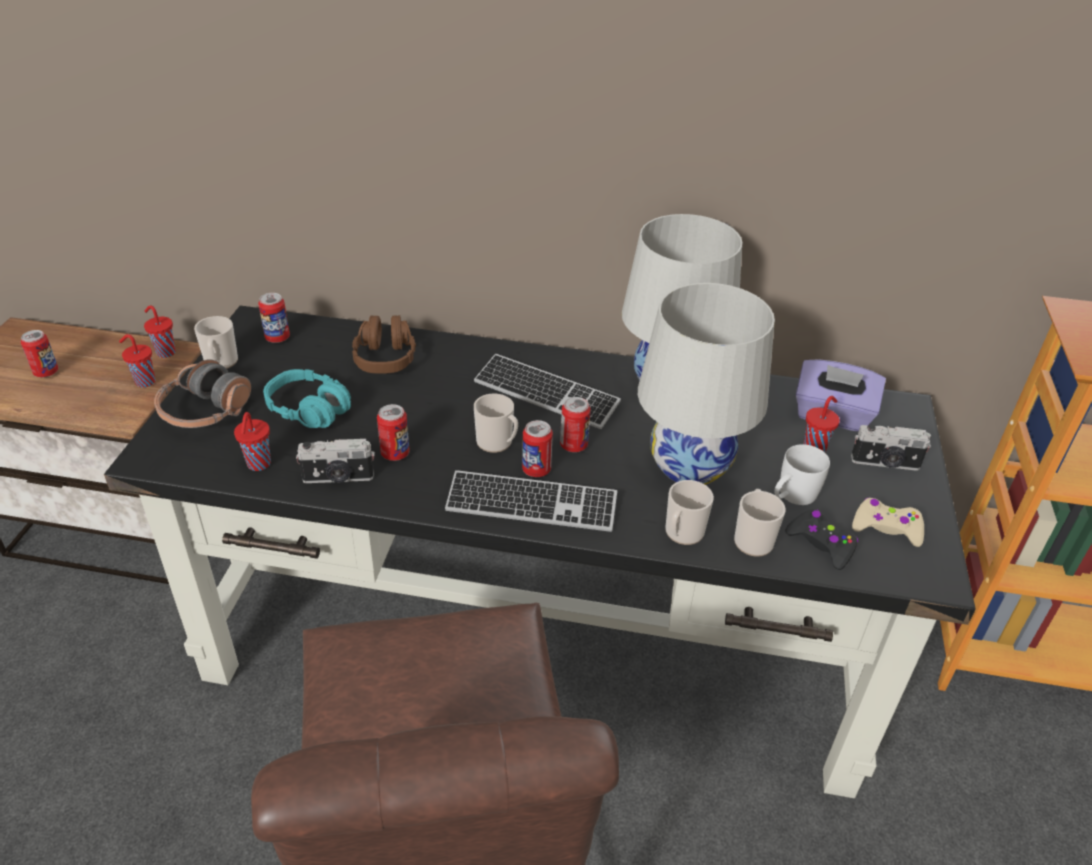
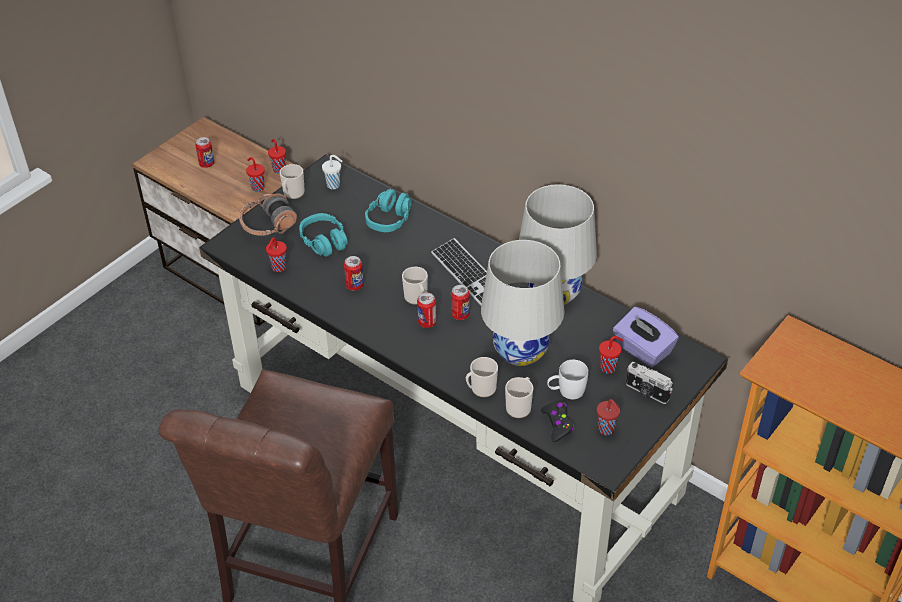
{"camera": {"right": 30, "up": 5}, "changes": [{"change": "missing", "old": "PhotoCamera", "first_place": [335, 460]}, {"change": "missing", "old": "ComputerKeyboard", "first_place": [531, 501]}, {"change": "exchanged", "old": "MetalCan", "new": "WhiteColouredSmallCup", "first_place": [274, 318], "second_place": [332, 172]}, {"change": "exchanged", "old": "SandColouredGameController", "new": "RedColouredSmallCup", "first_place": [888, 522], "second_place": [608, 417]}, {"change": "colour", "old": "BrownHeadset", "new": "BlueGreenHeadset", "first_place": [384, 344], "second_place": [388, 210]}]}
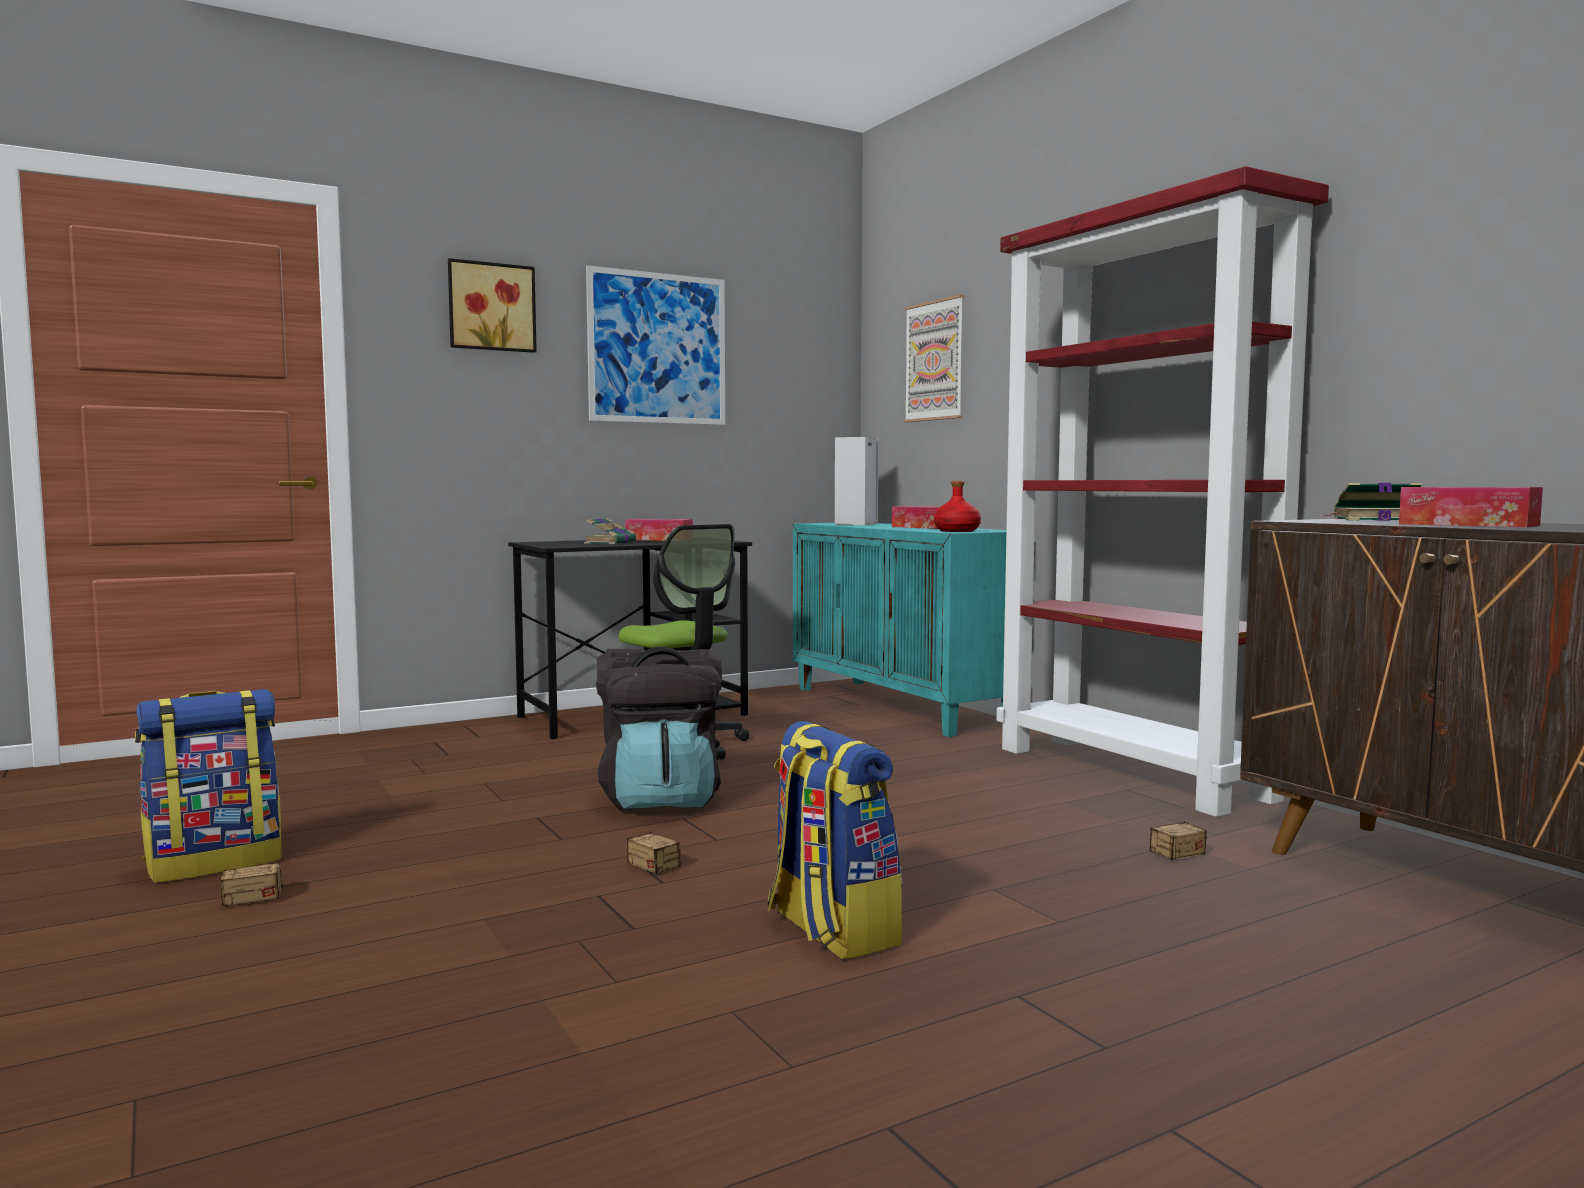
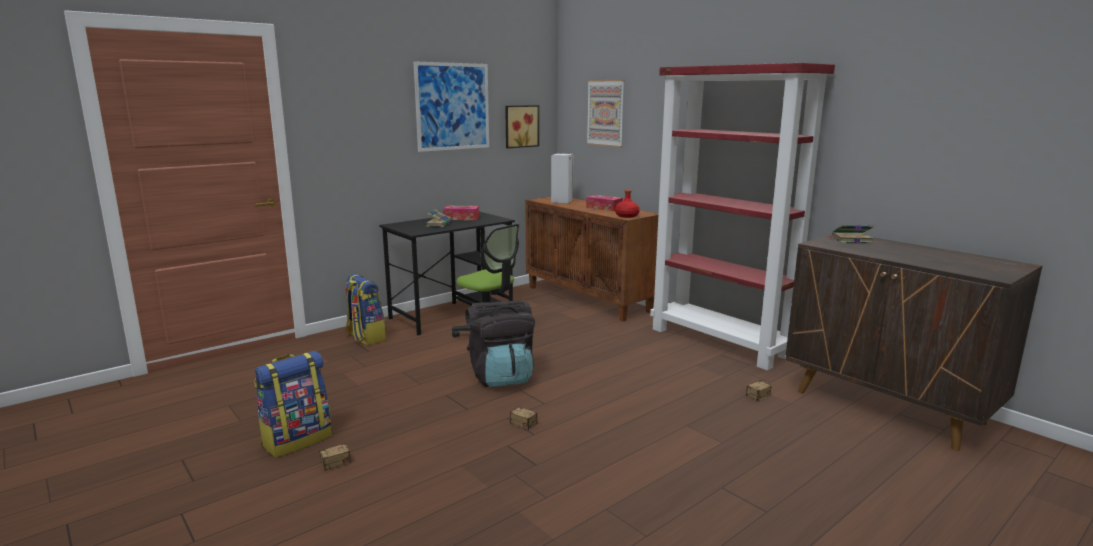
{"camera": {"right": -10, "up": 10}, "changes": [{"change": "missing", "old": "TissueBox", "first_place": [1471, 507]}, {"change": "relocated", "old": "WallPicture", "first_place": [492, 305], "second_place": [522, 126]}, {"change": "relocated", "old": "Backpack", "first_place": [834, 840], "second_place": [365, 309]}, {"change": "colour", "old": "BlueGreenStorageCabinet", "new": "BrownStorageCabinet", "first_place": [899, 630], "second_place": [592, 259]}]}
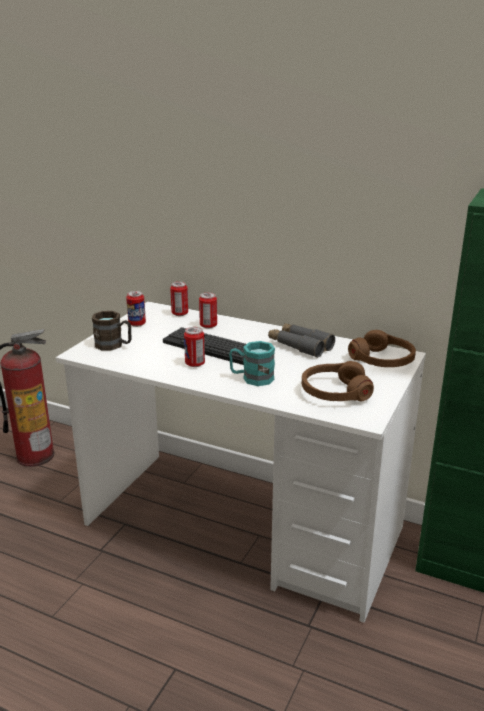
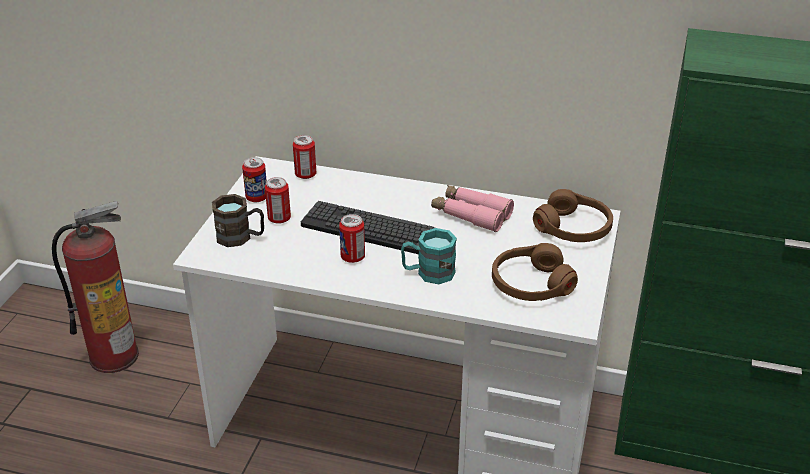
{"camera": {"right": -10, "up": 10}, "changes": [{"change": "relocated", "old": "MetalCan", "first_place": [208, 311], "second_place": [278, 200]}, {"change": "colour", "old": "GrayBinoculars", "new": "PinkishBinoculars", "first_place": [301, 340], "second_place": [472, 208]}]}
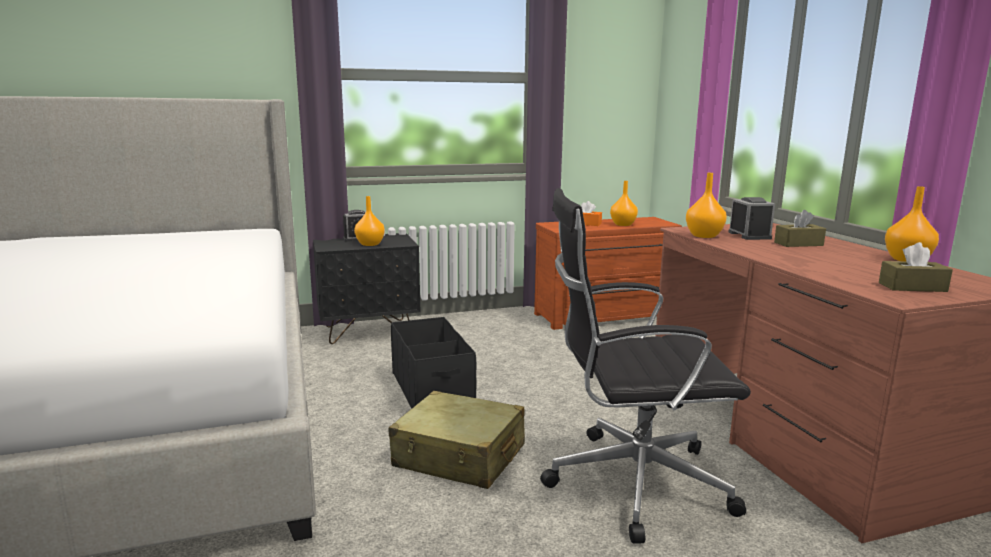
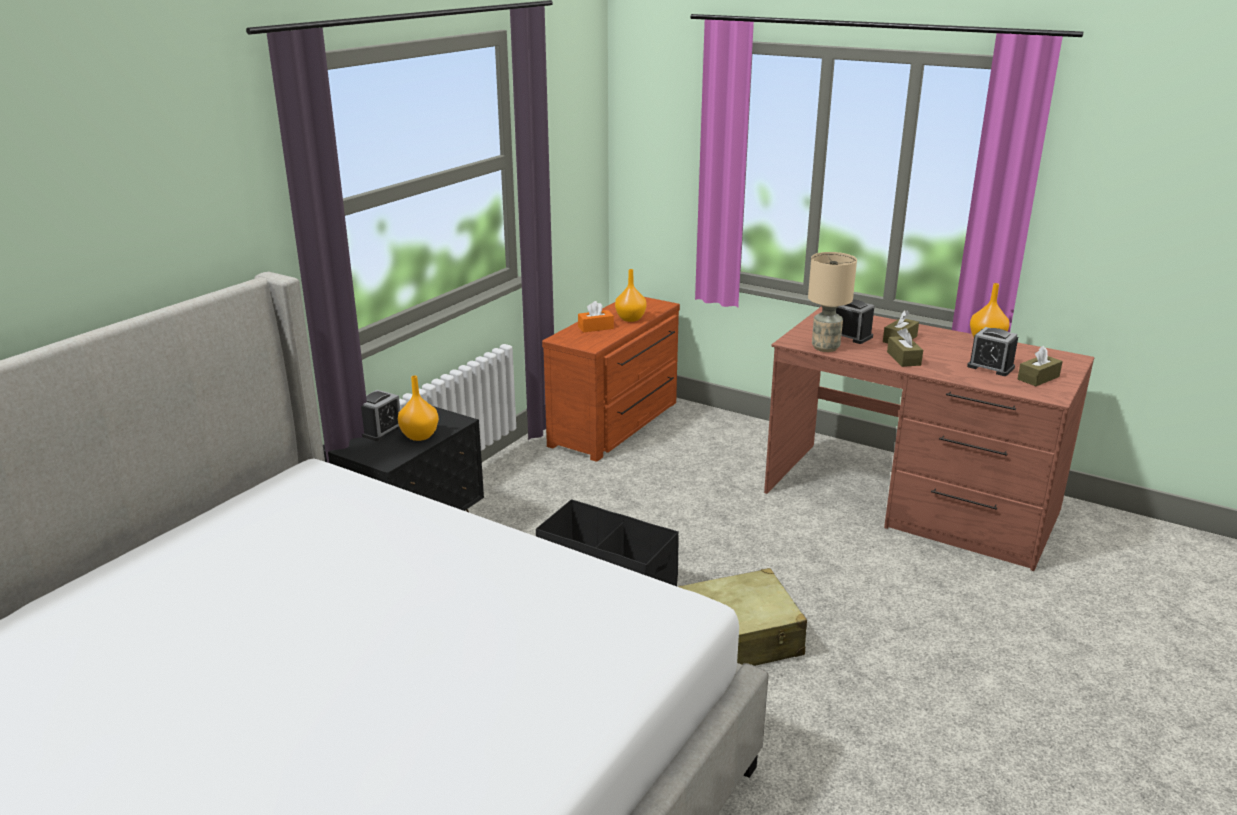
{"camera": {"right": -40, "up": 10}, "changes": [{"change": "missing", "old": "BlackDeskChair", "first_place": [645, 366]}, {"change": "appeared", "new": "BrownTissueBox", "second_place": [905, 347]}, {"change": "appeared", "new": "BedsideClock", "second_place": [992, 351]}, {"change": "exchanged", "old": "OrangeDecorativeVase", "new": "SandColouredTableLamp", "first_place": [706, 205], "second_place": [832, 302]}]}
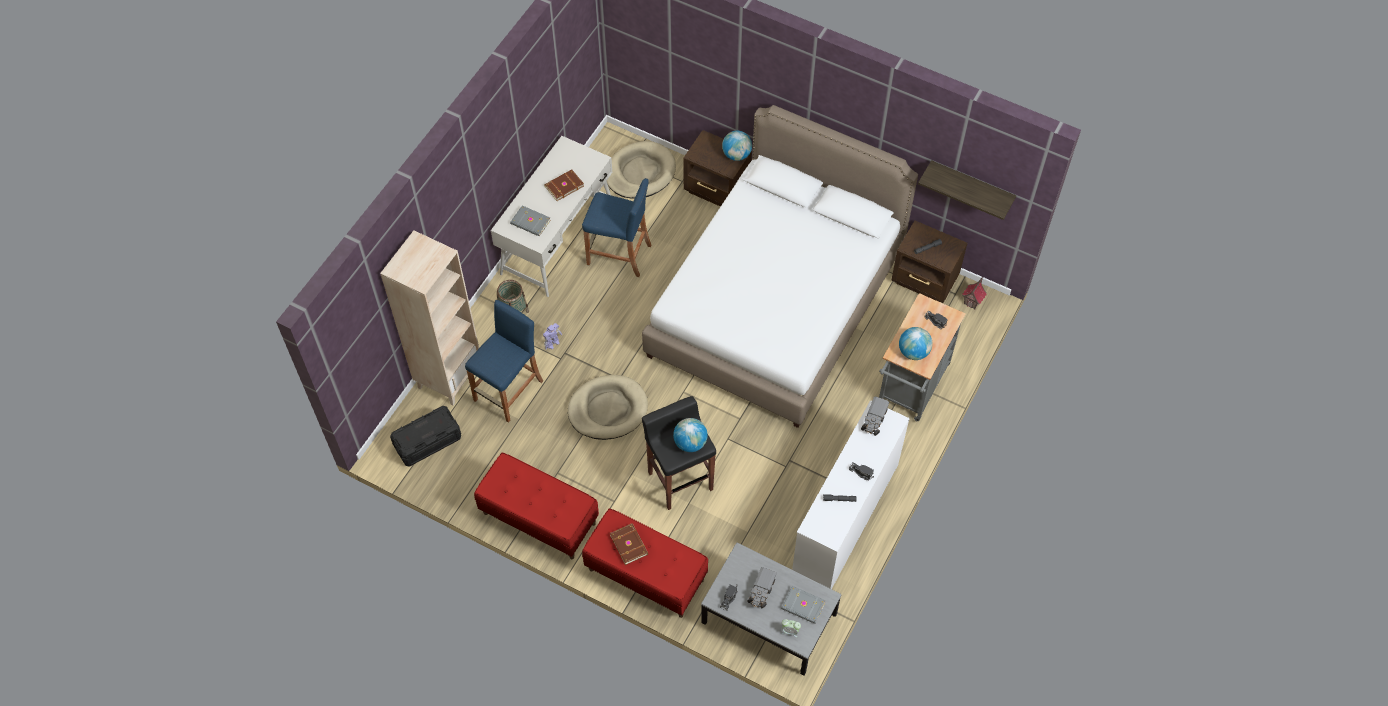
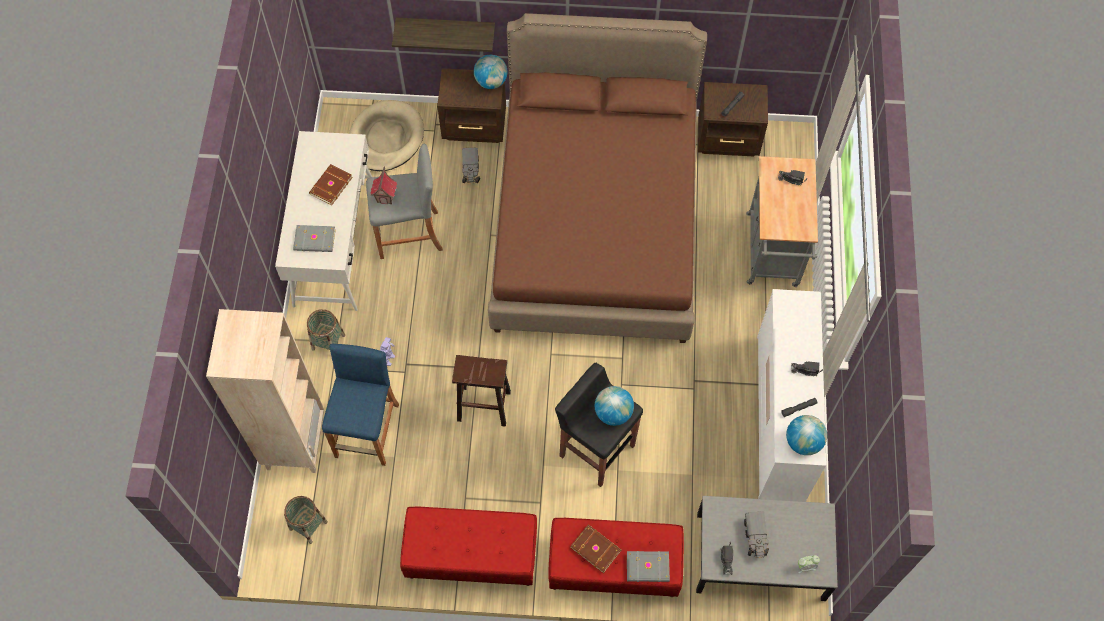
{"camera": {"right": -25, "up": 5}, "changes": [{"change": "relocated", "old": "GrayBook", "first_place": [803, 605], "second_place": [648, 566]}, {"change": "relocated", "old": "ToyLorry", "first_place": [875, 416], "second_place": [471, 165]}, {"change": "relocated", "old": "WorldGlobe", "first_place": [916, 343], "second_place": [806, 435]}, {"change": "relocated", "old": "WallShelf", "first_place": [967, 190], "second_place": [443, 35]}, {"change": "relocated", "old": "ToyHouse", "first_place": [974, 293], "second_place": [383, 185]}, {"change": "exchanged", "old": "BlackStorageContainer", "new": "HouseholdBasket", "first_place": [425, 436], "second_place": [306, 520]}, {"change": "exchanged", "old": "SandColouredPetBed", "new": "BrownSittingStool", "first_place": [608, 407], "second_place": [481, 391]}, {"change": "colour", "old": "BlueSittingStool", "new": "GraySittingStool", "first_place": [617, 227], "second_place": [404, 201]}, {"change": "colour", "old": "WhiteColouredBedroomBed", "new": "BrownBedroomBed", "first_place": [780, 266], "second_place": [597, 178]}]}
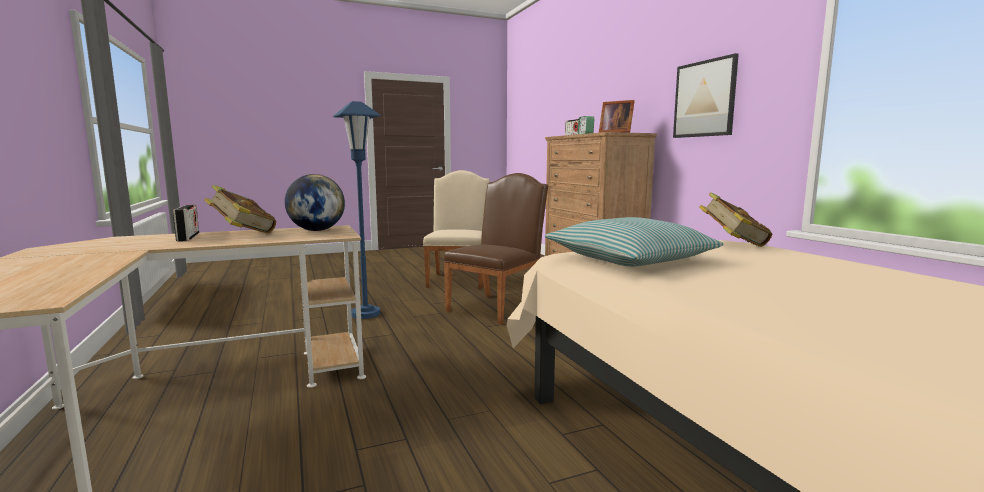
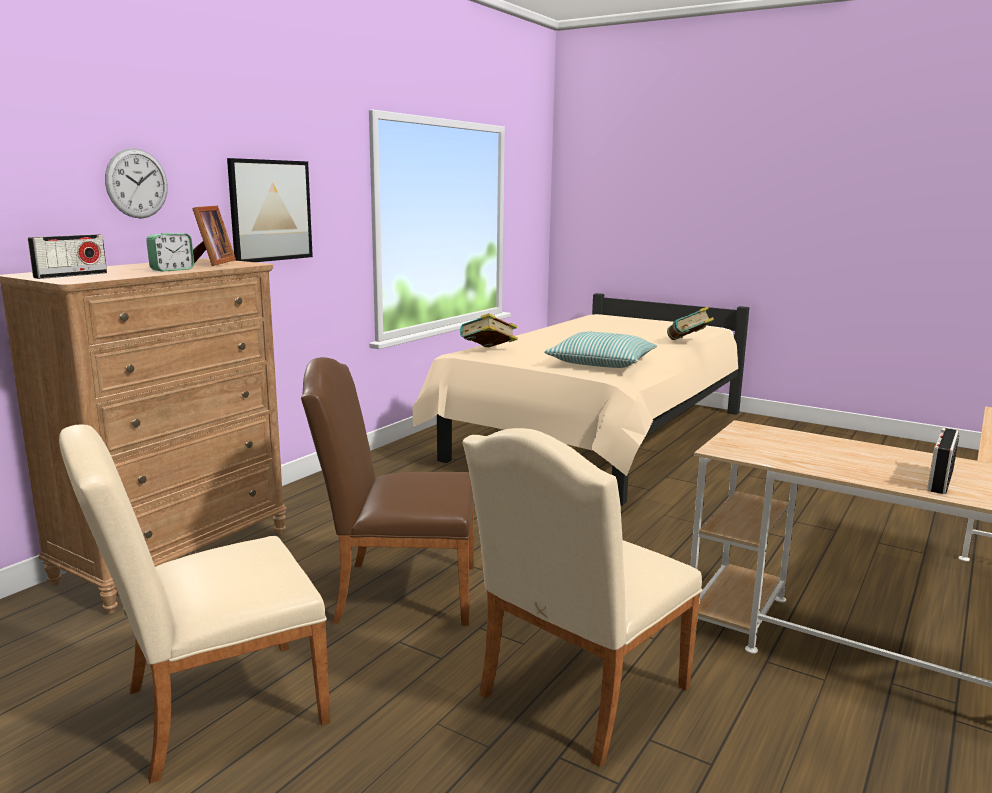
{"camera": {"right": -125, "up": 5}, "changes": [{"change": "missing", "old": "WorldGlobe", "first_place": [315, 202]}, {"change": "appeared", "new": "ClockOnTheWall", "second_place": [136, 183]}, {"change": "relocated", "old": "Book", "first_place": [240, 209], "second_place": [690, 323]}, {"change": "exchanged", "old": "BlueStandardLamp", "new": "SandColouredPlainChair", "first_place": [357, 210], "second_place": [582, 597]}]}
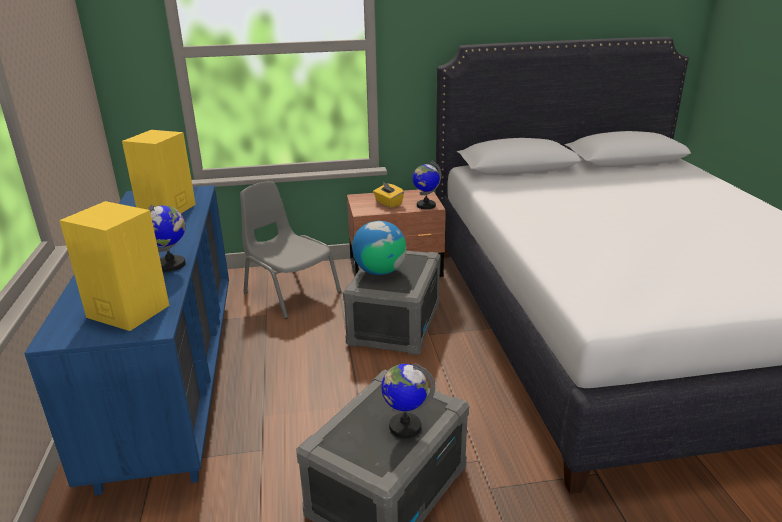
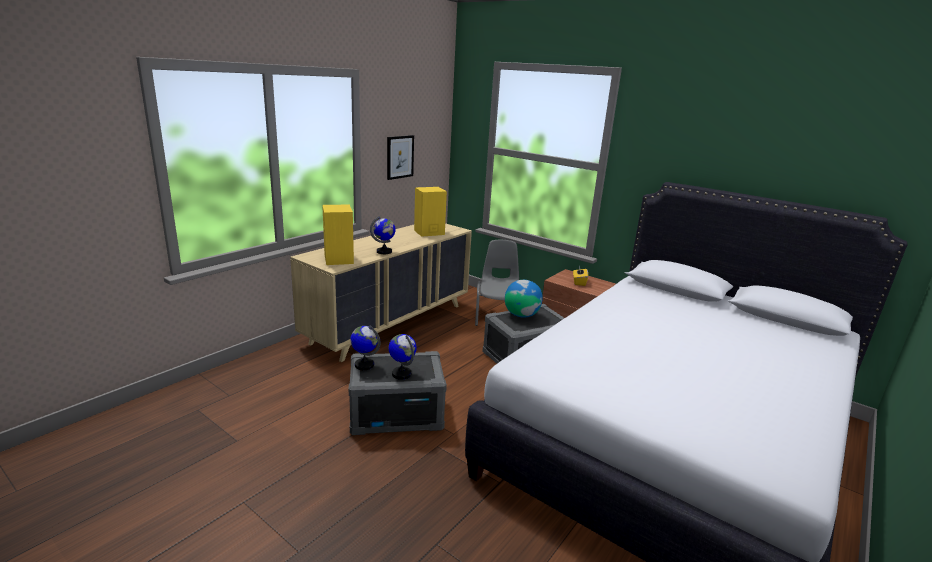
{"camera": {"right": 45, "up": -5}, "changes": [{"change": "appeared", "new": "WallPicture", "second_place": [400, 157]}, {"change": "relocated", "old": "WorldGlobe", "first_place": [427, 185], "second_place": [365, 347]}, {"change": "colour", "old": "BlueDresser", "new": "SandColouredDresser", "first_place": [126, 340], "second_place": [381, 292]}]}
